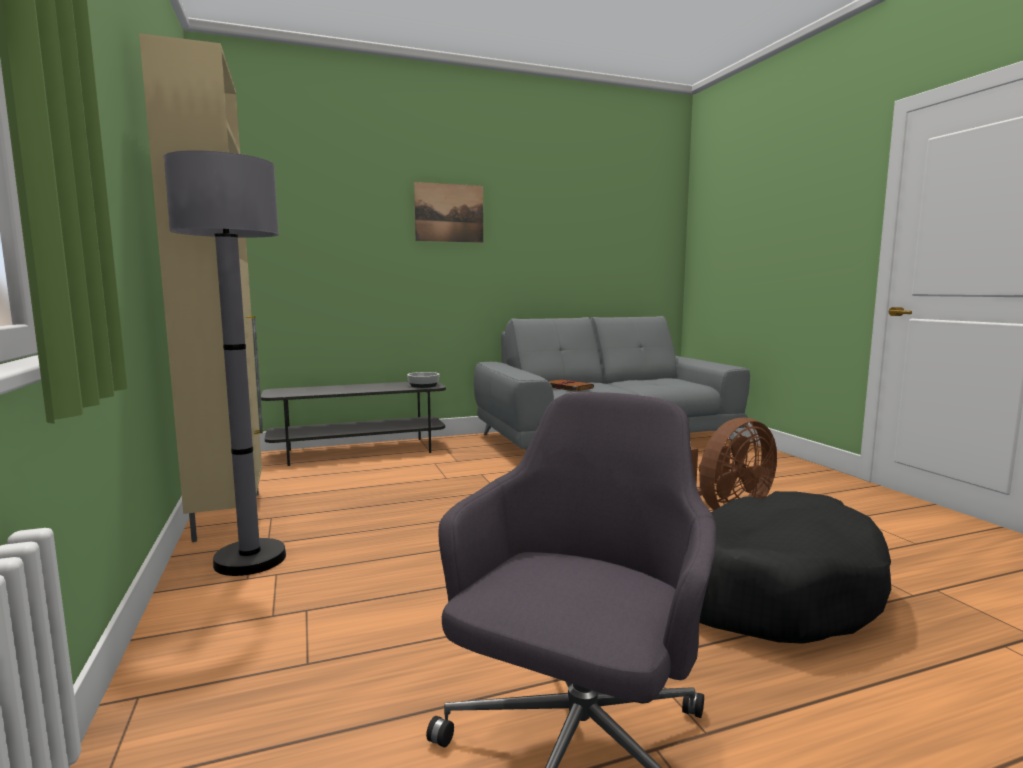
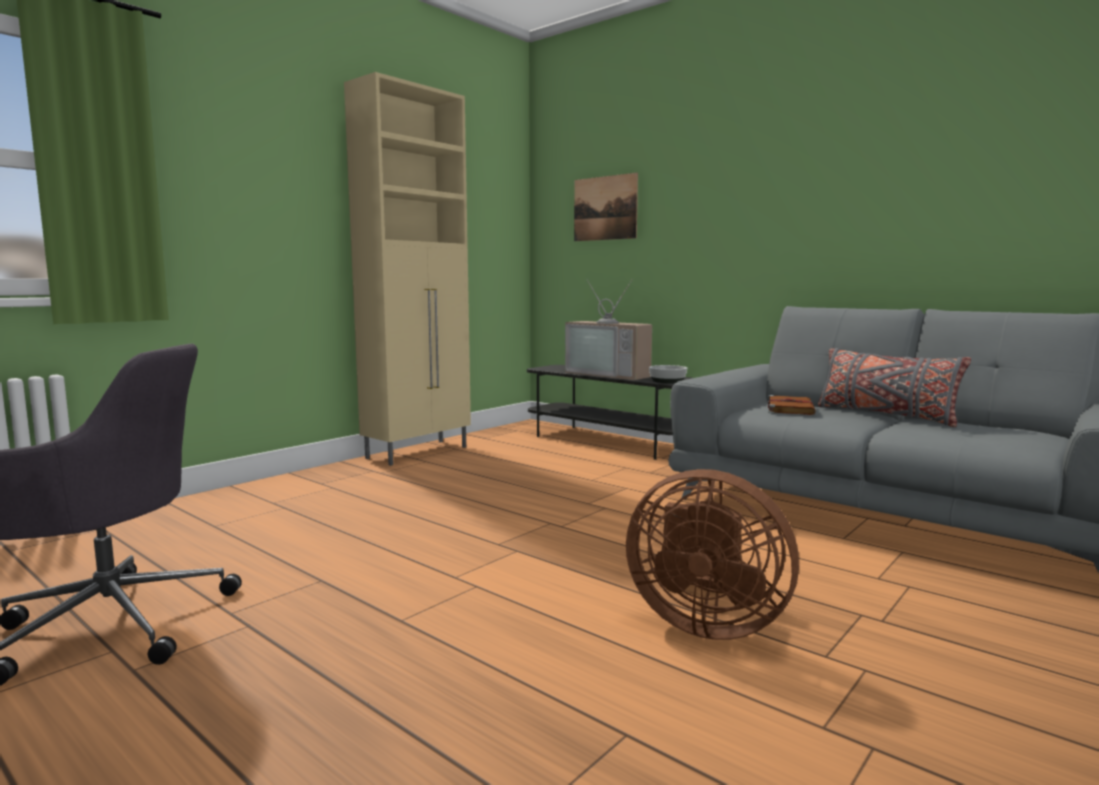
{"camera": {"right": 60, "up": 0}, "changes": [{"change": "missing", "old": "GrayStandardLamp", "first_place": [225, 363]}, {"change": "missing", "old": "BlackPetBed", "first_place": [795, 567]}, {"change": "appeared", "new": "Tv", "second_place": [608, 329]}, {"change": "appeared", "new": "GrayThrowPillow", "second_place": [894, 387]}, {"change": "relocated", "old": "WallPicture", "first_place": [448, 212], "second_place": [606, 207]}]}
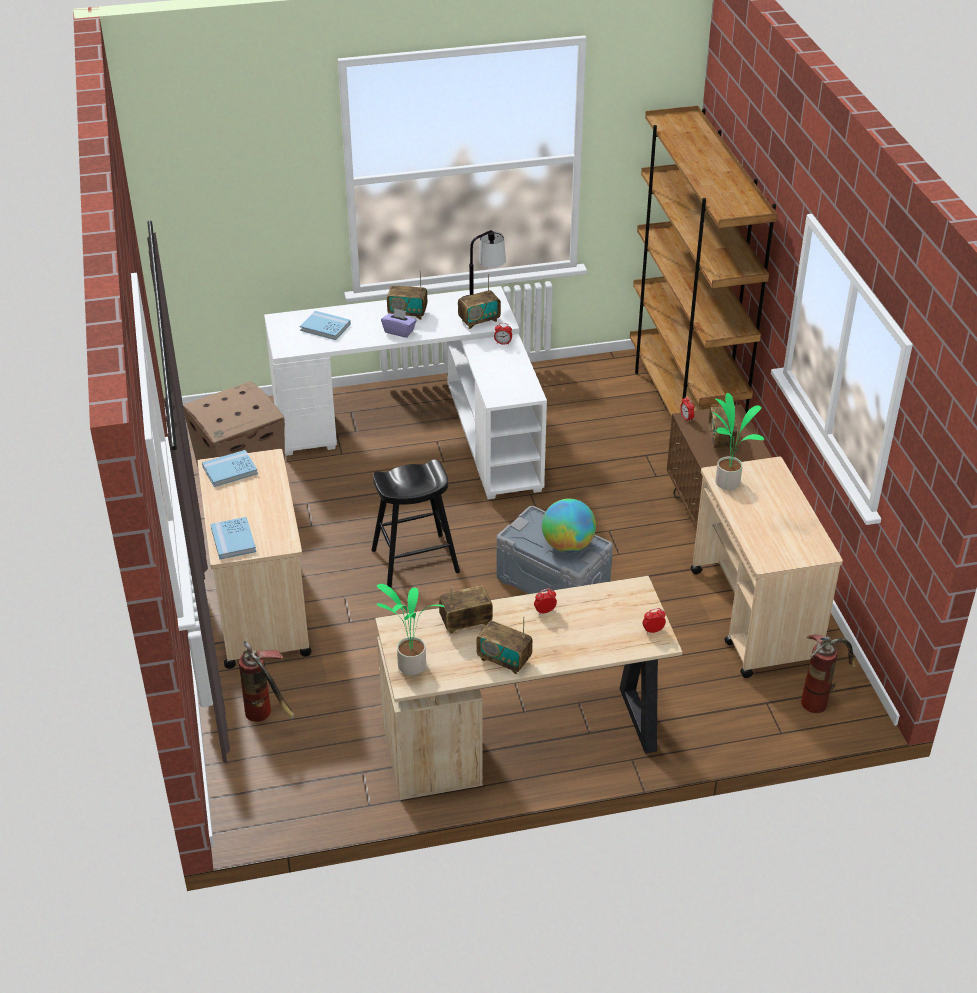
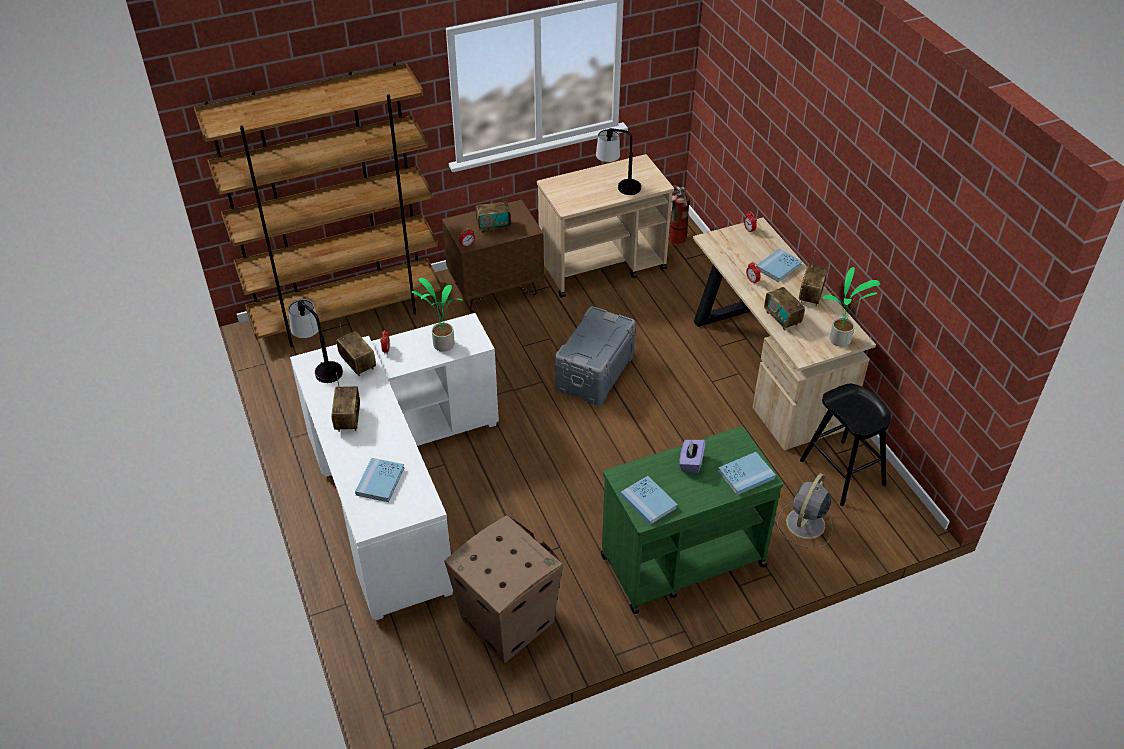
{"camera": {"right": -100, "up": 5}, "changes": [{"change": "missing", "old": "WorldGlobe", "first_place": [569, 526]}, {"change": "appeared", "new": "TableLamp", "second_place": [618, 161]}, {"change": "appeared", "new": "BlueBook", "second_place": [779, 265]}, {"change": "relocated", "old": "BlackSittingStool", "first_place": [415, 523], "second_place": [845, 445]}, {"change": "relocated", "old": "PurplishTissueBox", "first_place": [398, 323], "second_place": [692, 456]}, {"change": "relocated", "old": "PottedPlant", "first_place": [738, 441], "second_place": [437, 315]}, {"change": "exchanged", "old": "FireExtinguisher", "new": "GrayCoolingFan", "first_place": [267, 681], "second_place": [805, 510]}, {"change": "colour", "old": "SandColouredWheeledCart", "new": "GreenishWheeledCart", "first_place": [255, 559], "second_place": [692, 520]}]}
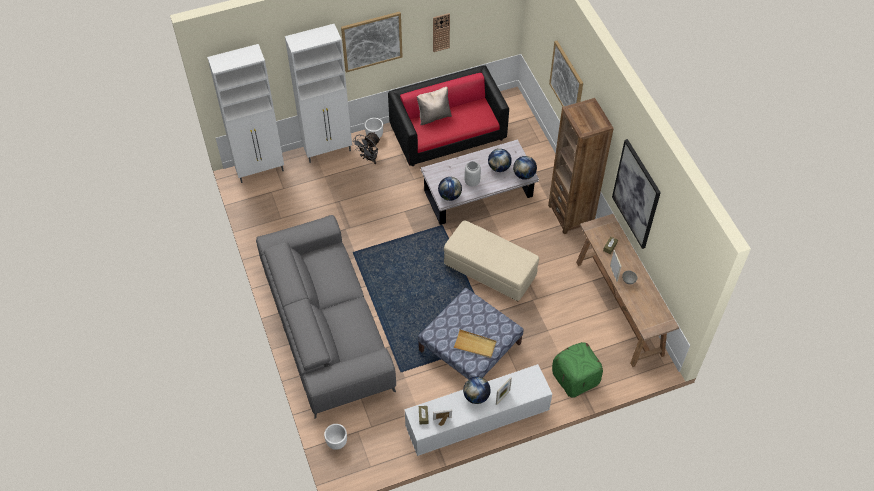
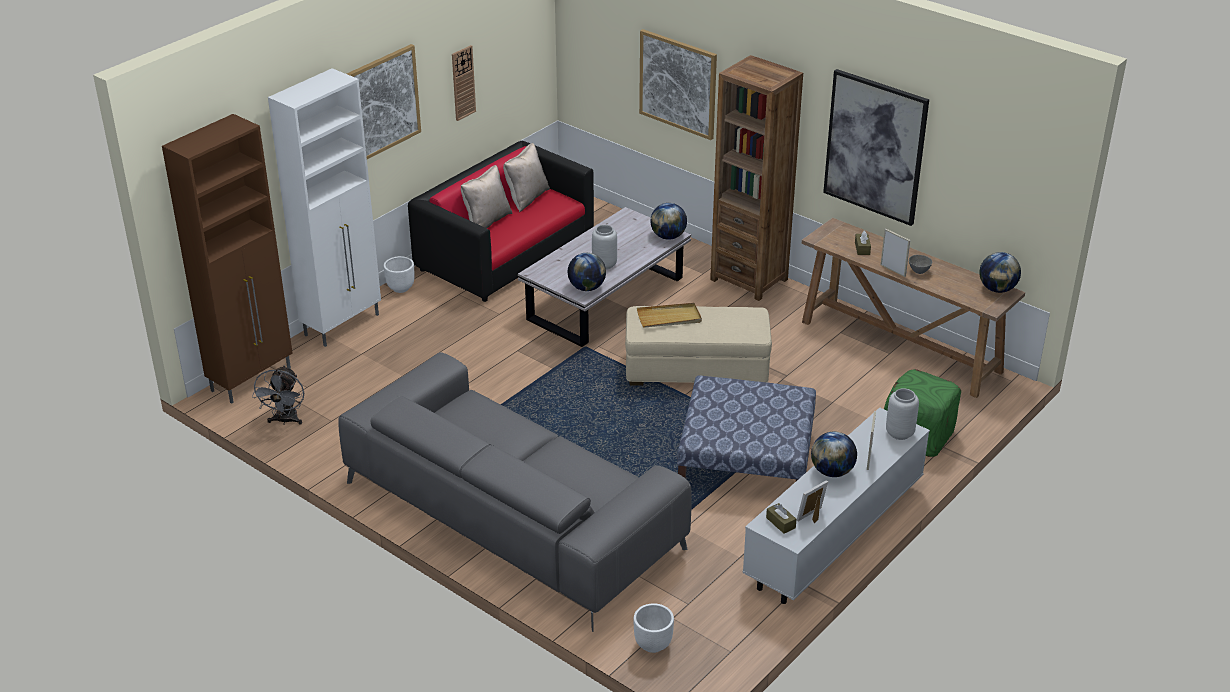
{"camera": {"right": -30, "up": -20}, "changes": [{"change": "appeared", "new": "SandColouredThrowPillow", "second_place": [526, 177]}, {"change": "appeared", "new": "GrayDecorativeVase", "second_place": [902, 414]}, {"change": "relocated", "old": "GrayCoolingFan", "first_place": [366, 148], "second_place": [278, 395]}, {"change": "relocated", "old": "SandColouredServingTray", "first_place": [474, 343], "second_place": [669, 315]}, {"change": "relocated", "old": "WorldGlobe", "first_place": [500, 160], "second_place": [1000, 272]}, {"change": "colour", "old": "WhiteColouredStorageCabinet", "new": "BrownStorageCabinet", "first_place": [245, 113], "second_place": [227, 259]}]}
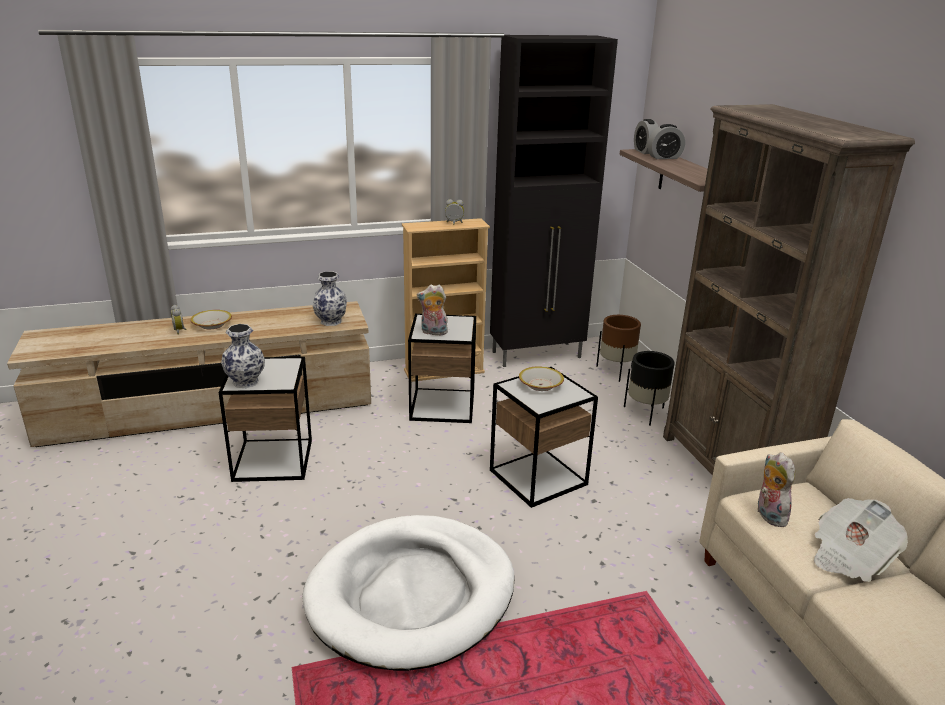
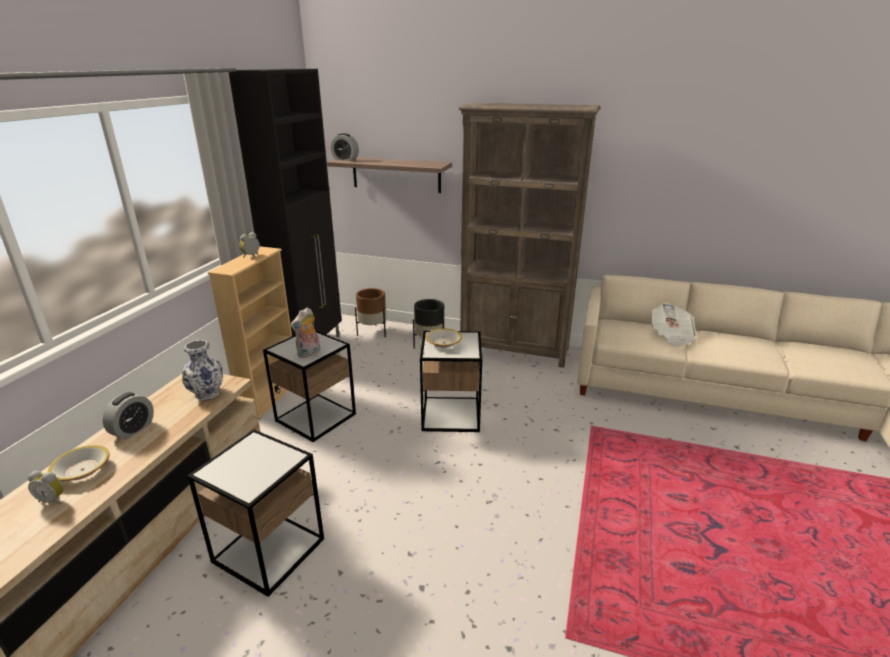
{"camera": {"right": -55, "up": 0}, "changes": [{"change": "missing", "old": "DecorativeVase", "first_place": [243, 356]}, {"change": "missing", "old": "WhiteColouredPetBed", "first_place": [408, 593]}, {"change": "missing", "old": "CuddlyToy", "first_place": [776, 489]}, {"change": "relocated", "old": "BedsideClock", "first_place": [666, 141], "second_place": [128, 415]}]}
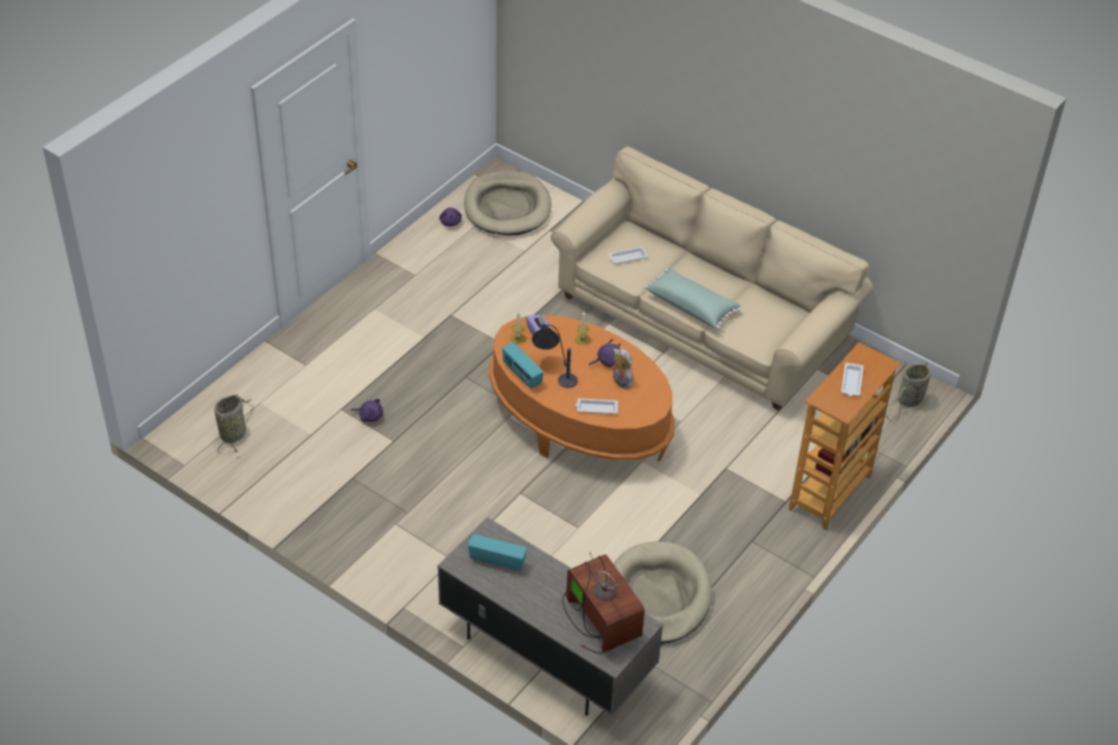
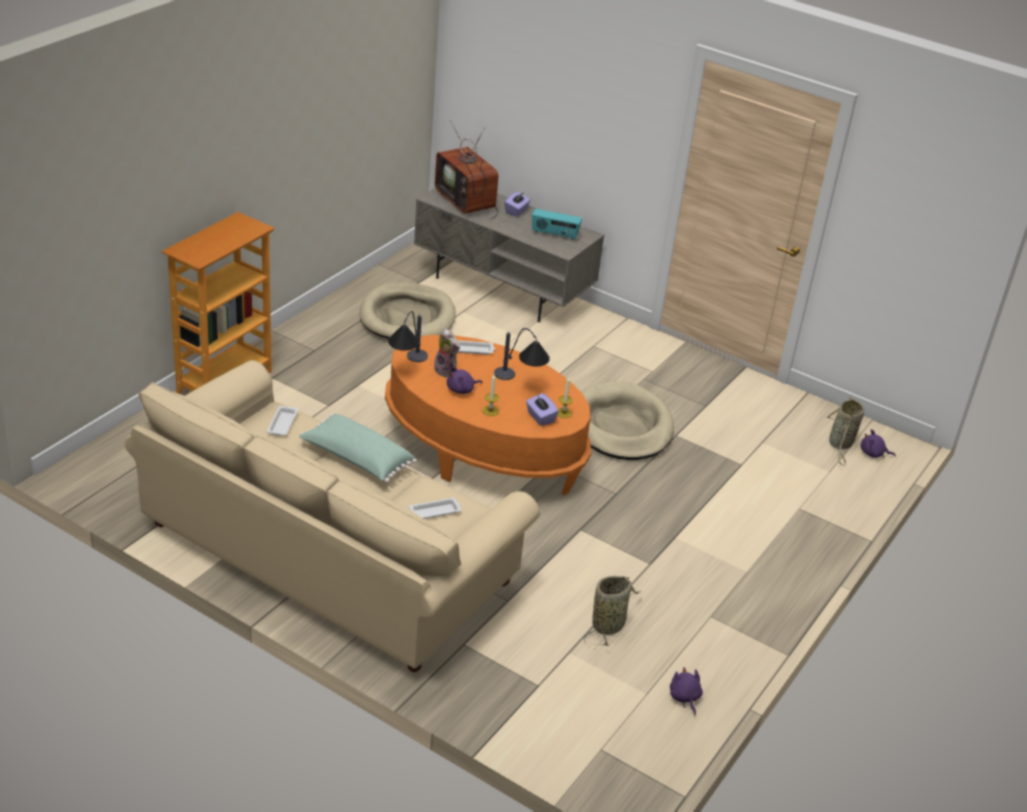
{"camera": {"right": 175, "up": -10}, "changes": [{"change": "missing", "old": "Radio", "first_place": [523, 365]}, {"change": "appeared", "new": "TableLamp", "second_place": [408, 336]}, {"change": "appeared", "new": "PurplishTissueBox", "second_place": [518, 204]}, {"change": "relocated", "old": "PurplishCuddlyToy", "first_place": [367, 410], "second_place": [878, 443]}, {"change": "relocated", "old": "SandColouredPetBed", "first_place": [507, 203], "second_place": [627, 421]}, {"change": "relocated", "old": "WhiteColouredServingTray", "first_place": [852, 379], "second_place": [282, 421]}, {"change": "relocated", "old": "HouseholdBasket", "first_place": [908, 391], "second_place": [613, 611]}]}
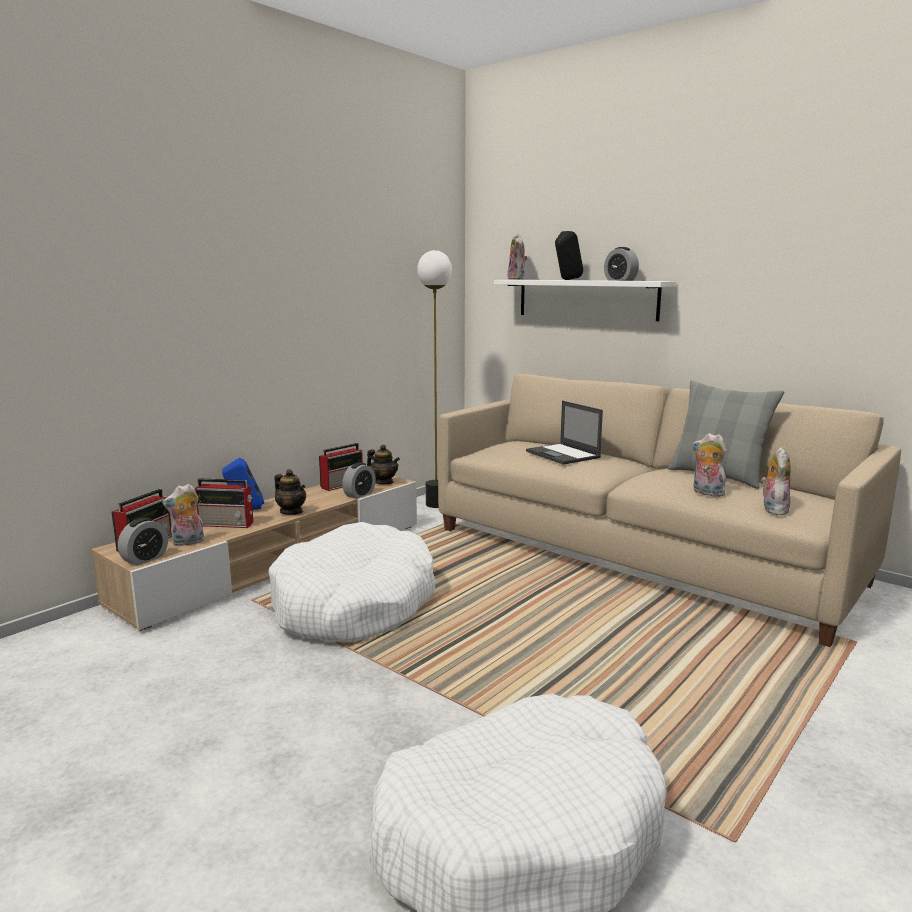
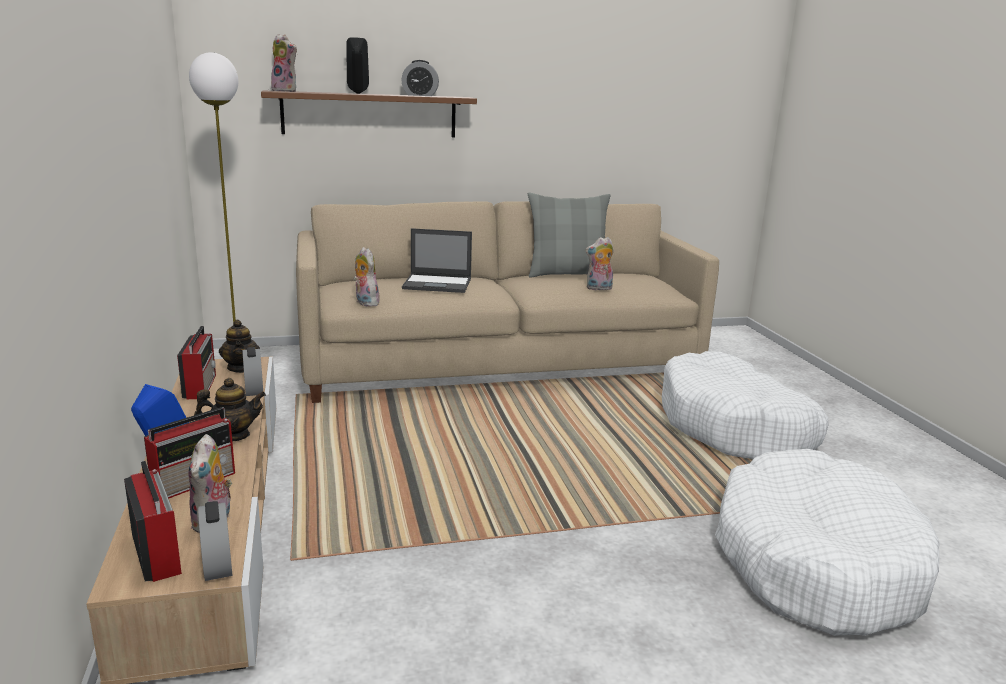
{"camera": {"right": -55, "up": 5}, "changes": [{"change": "relocated", "old": "WhiteColouredPetBed", "first_place": [352, 582], "second_place": [745, 405]}, {"change": "relocated", "old": "CuddlyToy", "first_place": [776, 481], "second_place": [366, 277]}, {"change": "colour", "old": "WhiteColouredWallShelf", "new": "BrownWallShelf", "first_place": [585, 300], "second_place": [369, 113]}, {"change": "spun", "old": "Teapot", "first_place": [383, 464], "second_place": [239, 346], "degrees": 90}]}
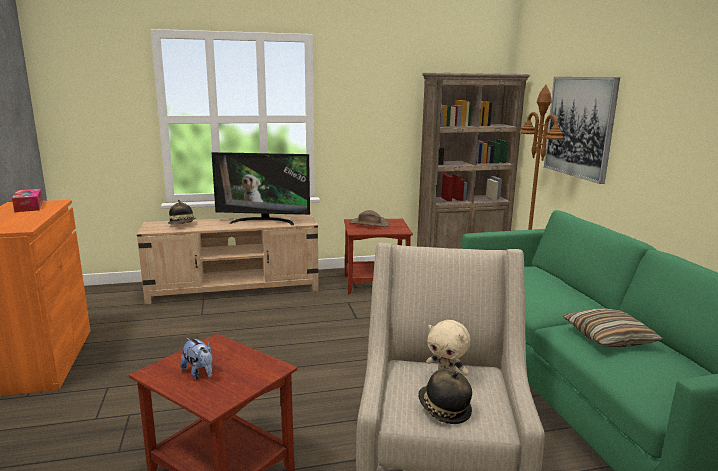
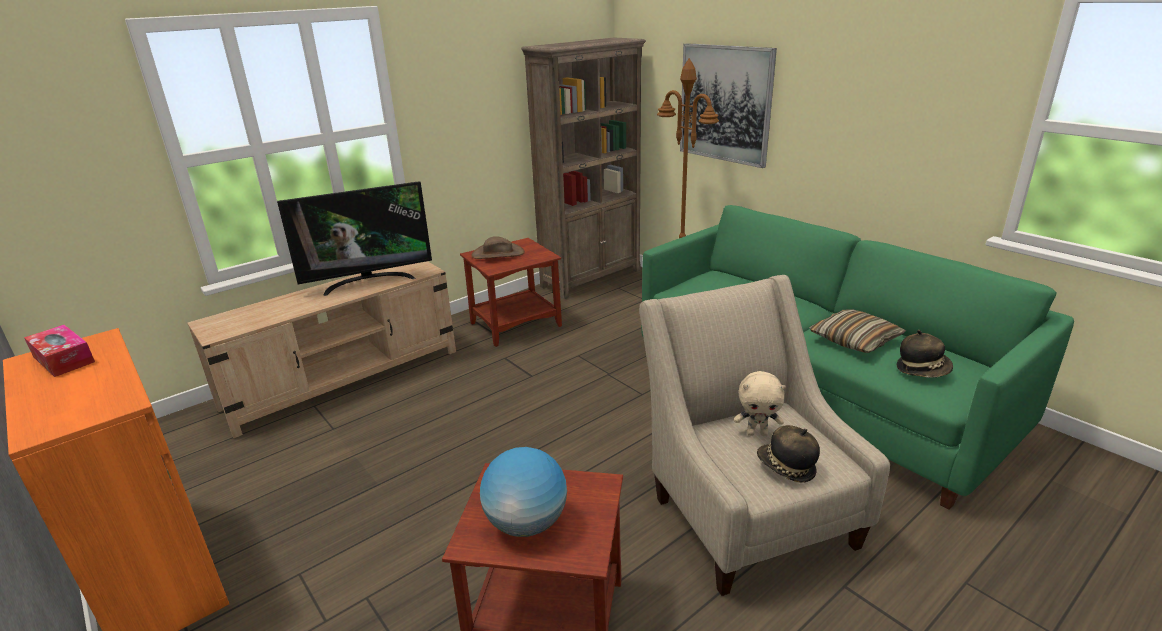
{"camera": {"right": -25, "up": 10}, "changes": [{"change": "relocated", "old": "Hat", "first_place": [182, 212], "second_place": [925, 354]}, {"change": "exchanged", "old": "CuddlyToy", "new": "WorldGlobe", "first_place": [196, 358], "second_place": [523, 492]}]}
